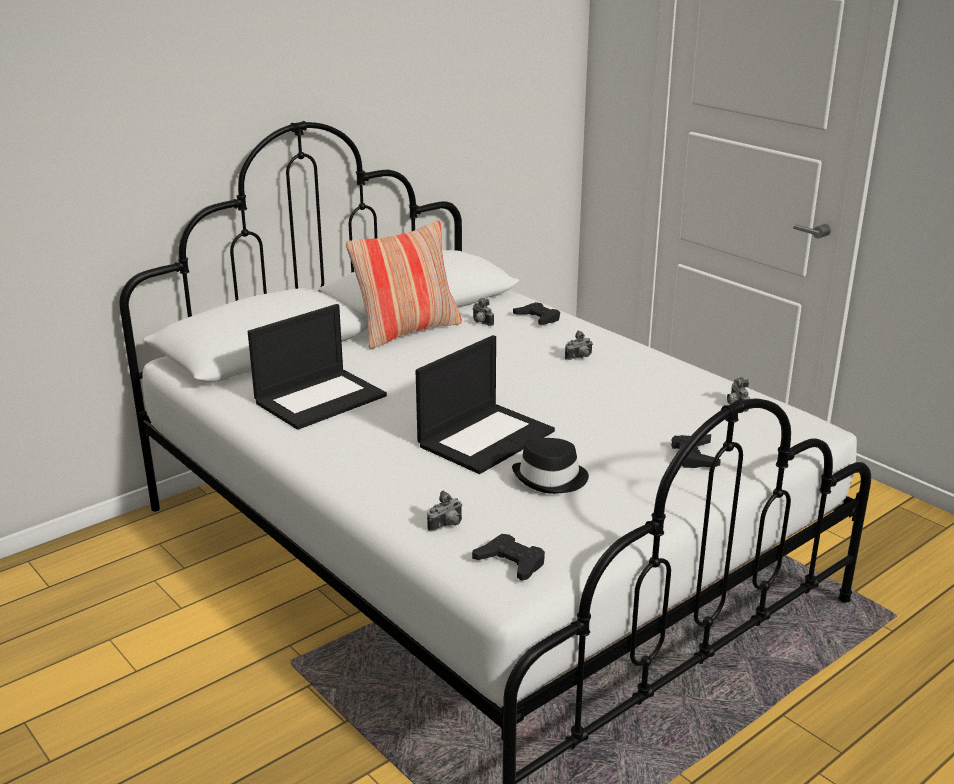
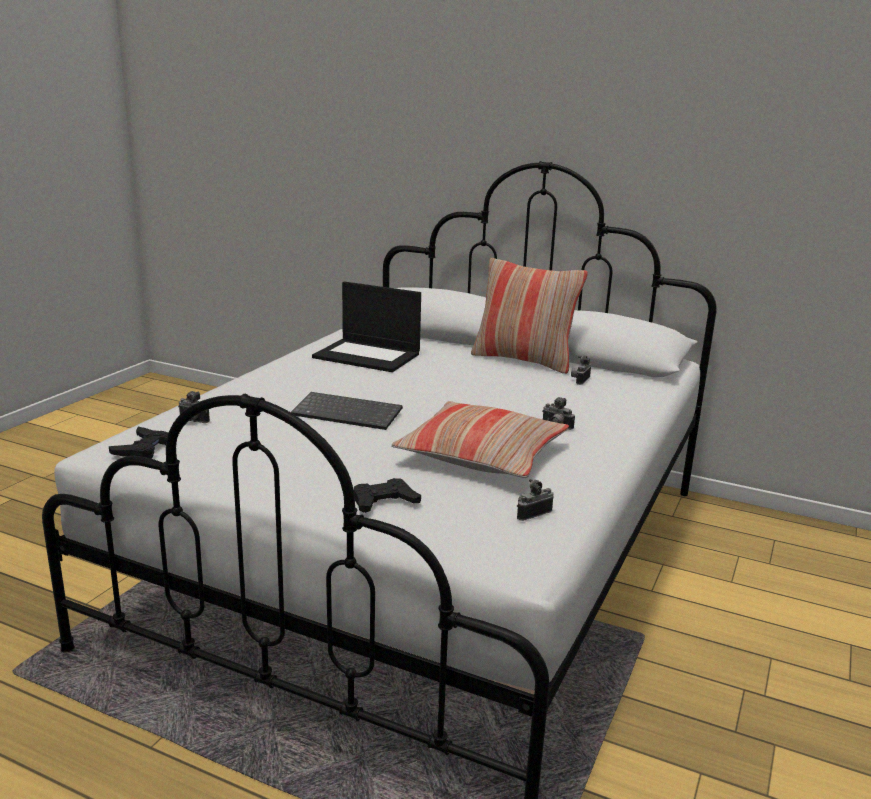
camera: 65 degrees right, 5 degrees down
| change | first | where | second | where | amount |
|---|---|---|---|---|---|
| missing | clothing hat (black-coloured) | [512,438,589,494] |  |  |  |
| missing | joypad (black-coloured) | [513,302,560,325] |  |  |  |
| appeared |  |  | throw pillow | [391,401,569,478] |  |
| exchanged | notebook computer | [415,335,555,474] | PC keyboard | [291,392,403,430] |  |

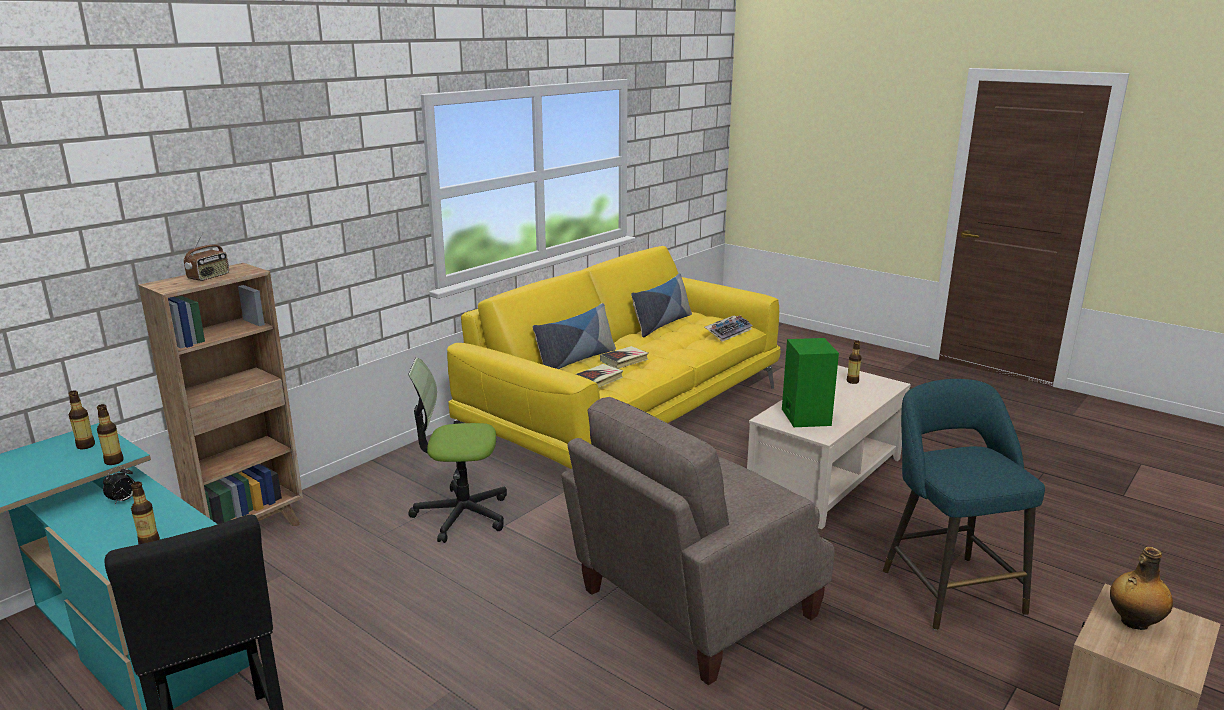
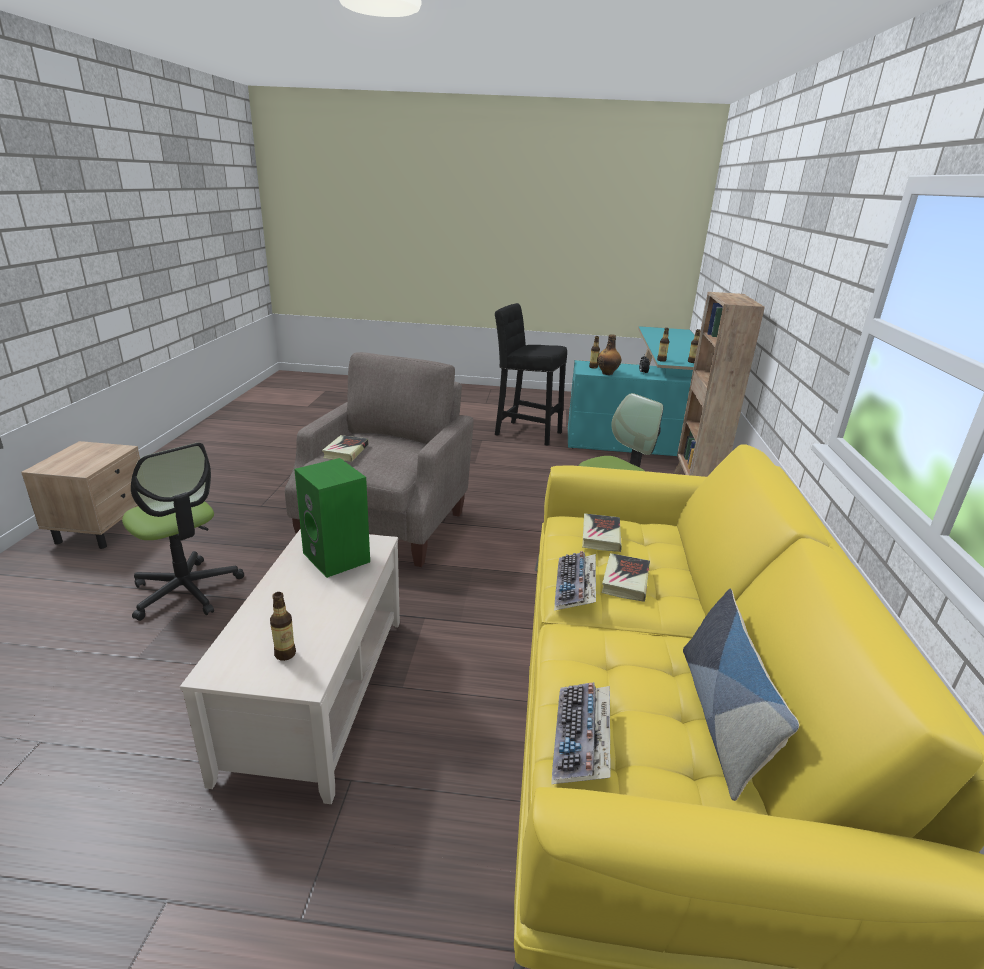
camera: 145 degrees right, 5 degrees up
| change | first | where | second | where | amount |
|---|---|---|---|---|---|
| missing | radio receiver | [184,233,229,281] |  |  |  |
| missing | throw pillow | [533,303,616,369] |  |  |  |
| appeared |  |  | bound book | [322,435,368,462] |  |
| appeared |  |  | PC keyboard | [554,551,596,611] |  |
| relocated | bottle | [1110,547,1173,630] |  | [597,334,621,375] |  |
| exchanged | stool (blue-green) | [883,379,1045,630] | office chair | [122,443,244,621] |  |

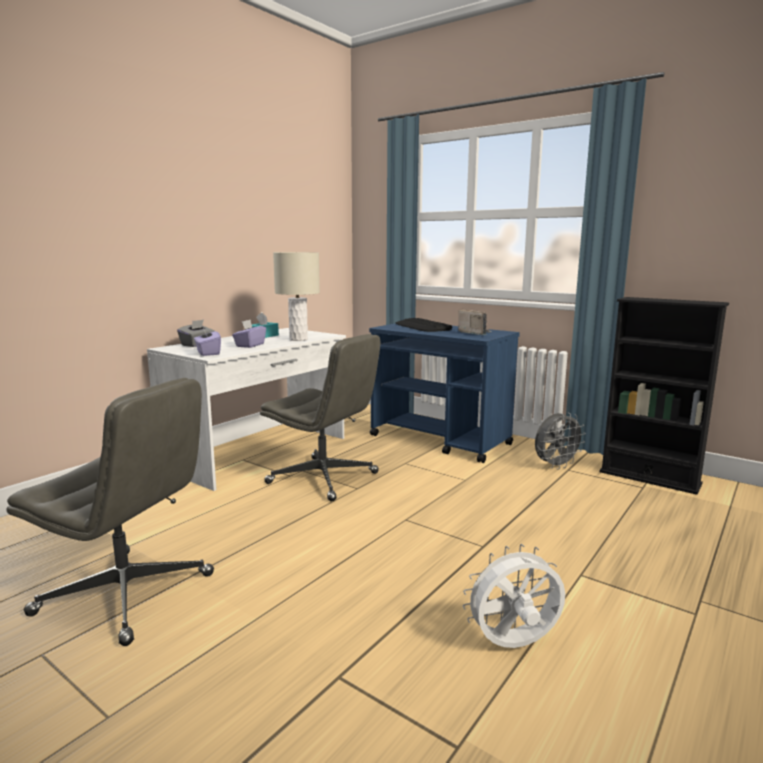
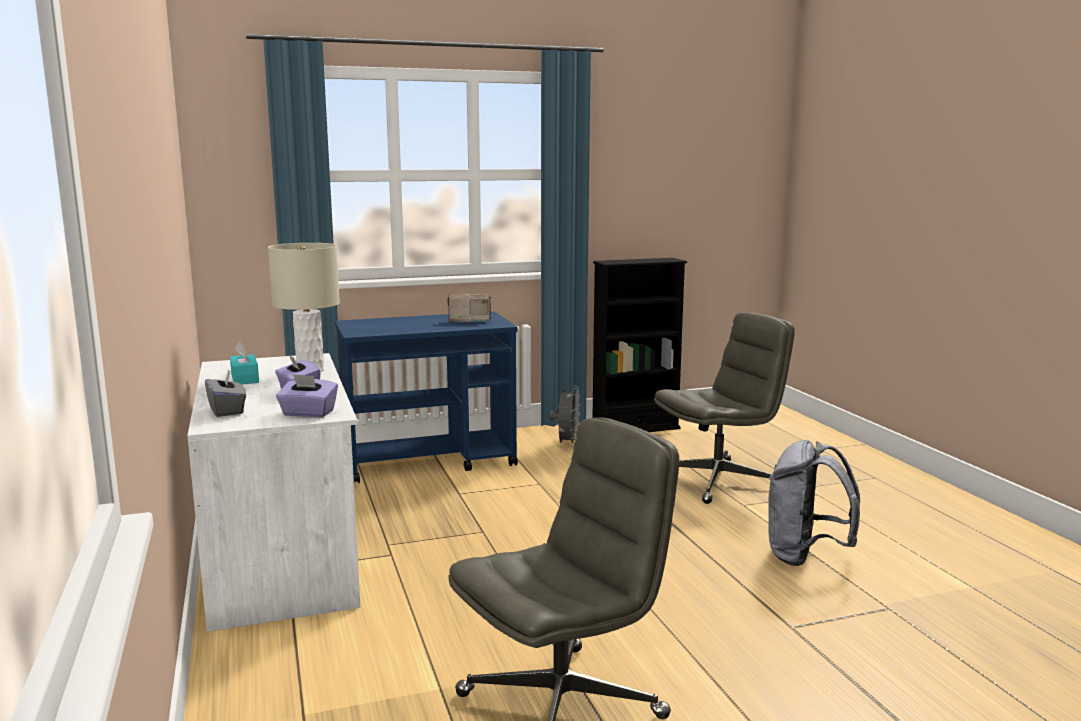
camera: 55 degrees left, 0 degrees up
| change | first | where | second | where | amount |
|---|---|---|---|---|---|
| missing | PC keyboard | [395,318,453,332] |  |  |  |
| relocated | office chair (grey) | [260,334,380,501] |  | [654,312,795,504] |  |
| exchanged | fan (whitish) | [463,544,565,648] | knapsack (grey) | [768,440,860,566] |  |

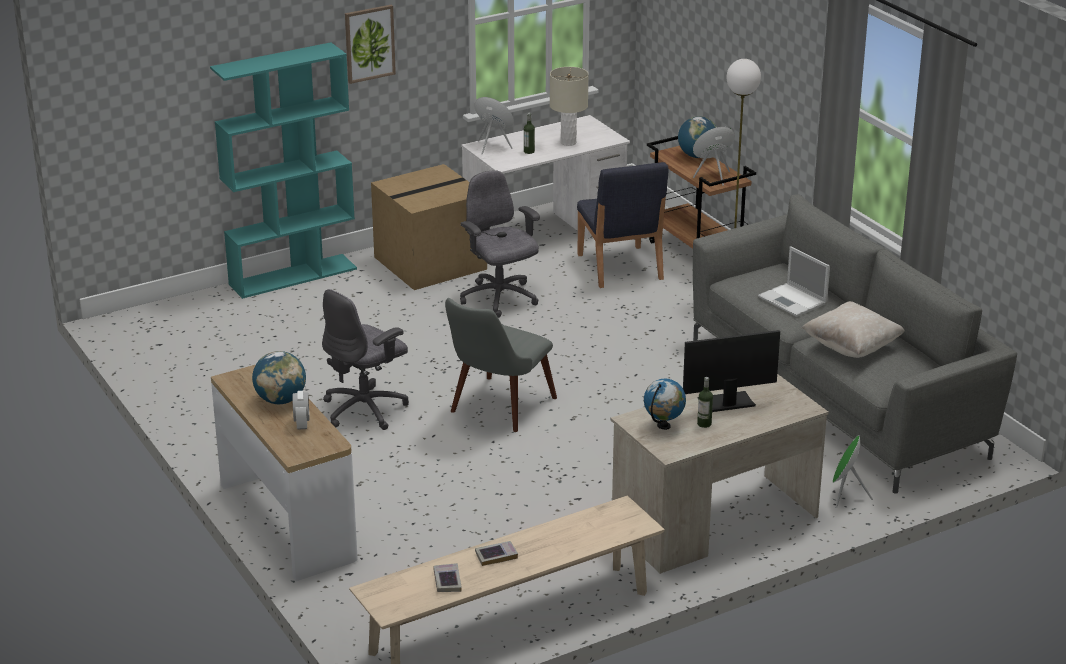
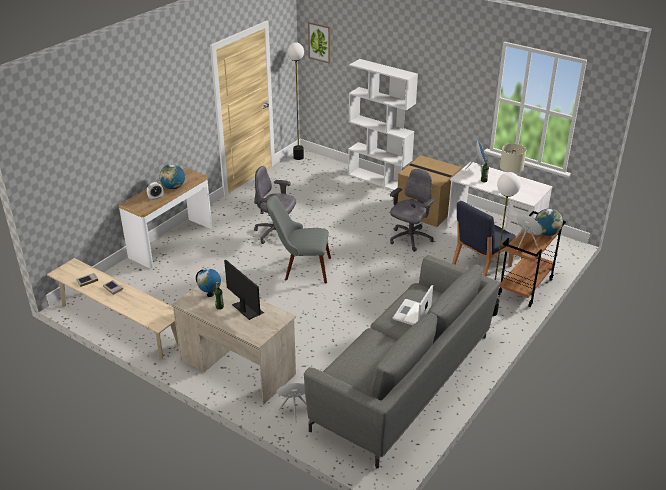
camera: 65 degrees right, 5 degrees up
| change | first | where | second | where | amount |
|---|---|---|---|---|---|
| missing | throw pillow (beige) | [801,301,905,358] |  |  |  |
| appeared |  |  | standard lamp | [287,42,304,160] |  |
| relocated | wall picture | [345,5,396,84] |  | [308,22,331,64] |  |
| colour | shelving unit (blue-green) | [210,42,357,299] | shelving unit (whitish) | [348,59,418,190] |  |

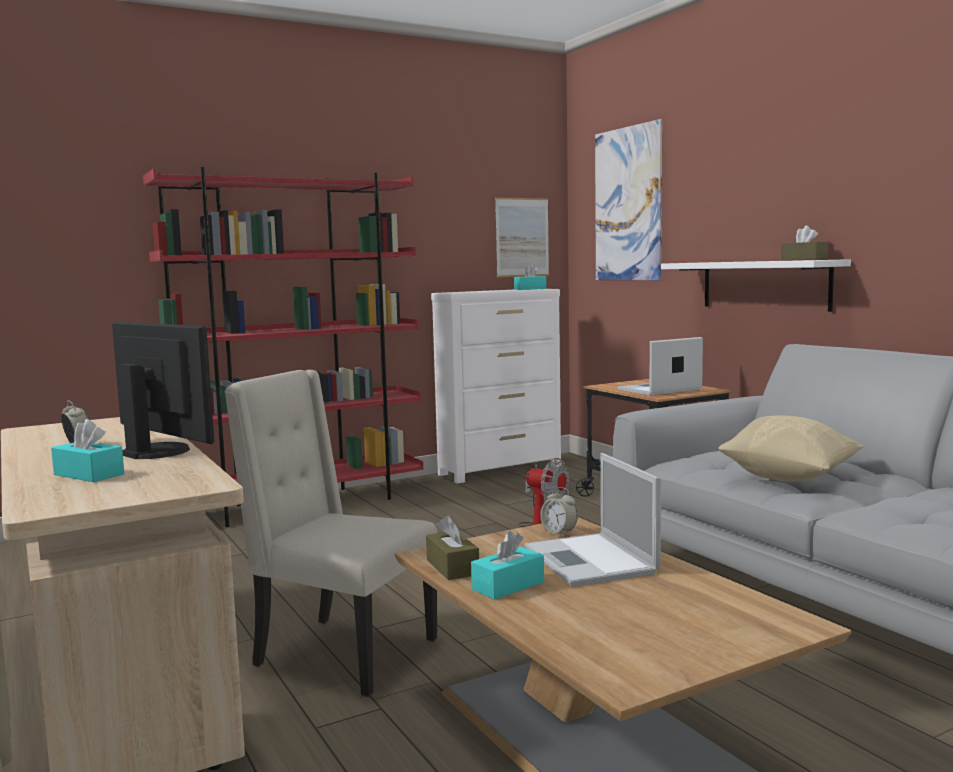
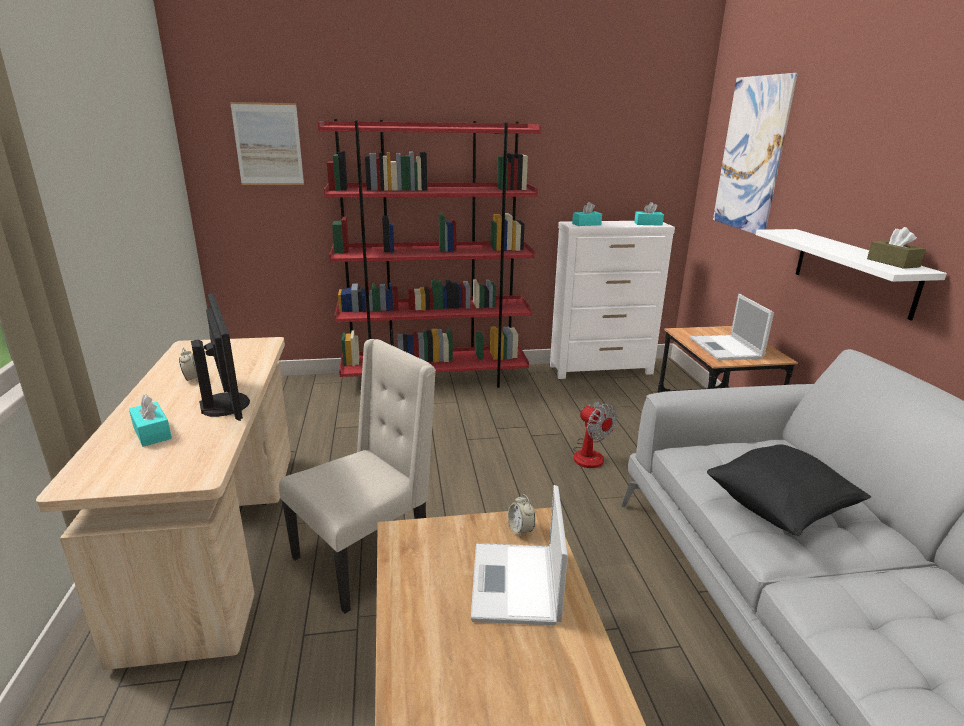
camera: 20 degrees right, 15 degrees up
| change | first | where | second | where | amount |
|---|---|---|---|---|---|
| missing | tissue holder (brown) | [426,516,479,580] |  |  |  |
| relocated | tissue holder (blue-green) | [471,531,544,600] |  | [572,202,602,226] |  |
| relocated | wall picture | [495,197,549,277] |  | [230,102,304,185] |  |
| colour | throw pillow (beige) | [718,415,864,481] | throw pillow (black-coloured) | [707,445,871,536] |  |
| spun | plain chair (beige) | [225,370,437,697] |  | [279,339,436,614] | 90 degrees clockwise |
| spun | notebook computer | [618,337,703,396] |  | [690,294,774,361] | 90 degrees counterclockwise |

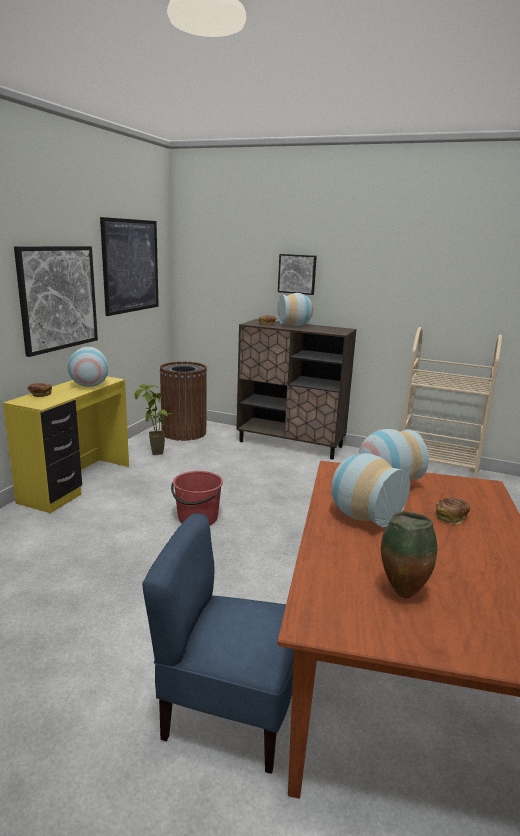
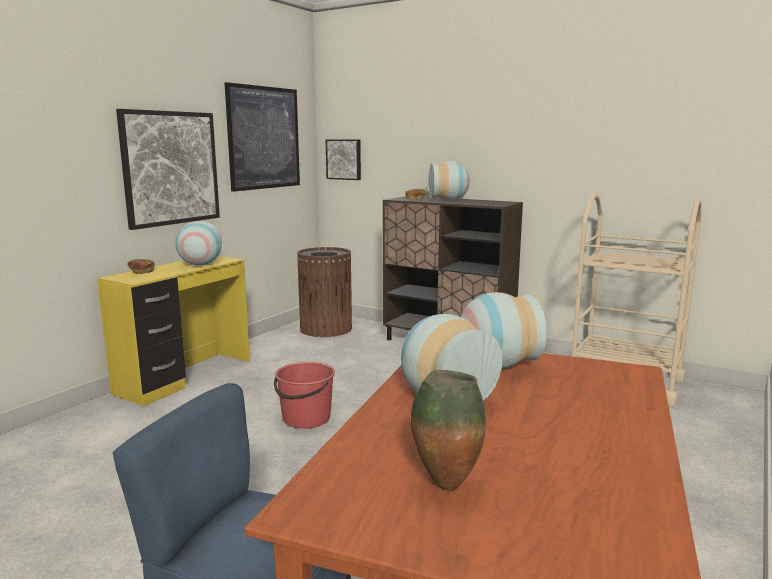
camera: 10 degrees right, 5 degrees down
| change | first | where | second | where | amount |
|---|---|---|---|---|---|
| missing | potted plant | [135,384,171,455] |  |  |  |
| missing | baked bread | [436,497,470,524] |  |  |  |
| relocated | wall picture | [278,254,317,295] |  | [326,139,361,180] |  |

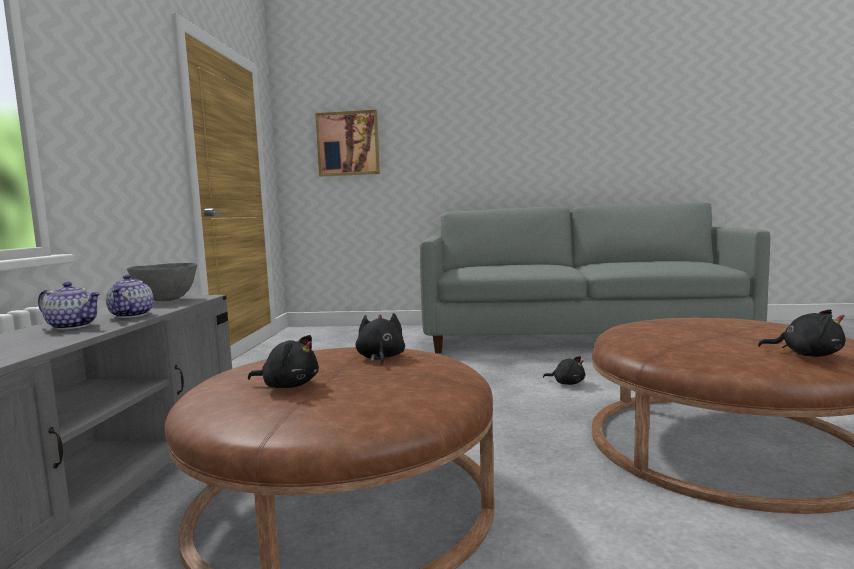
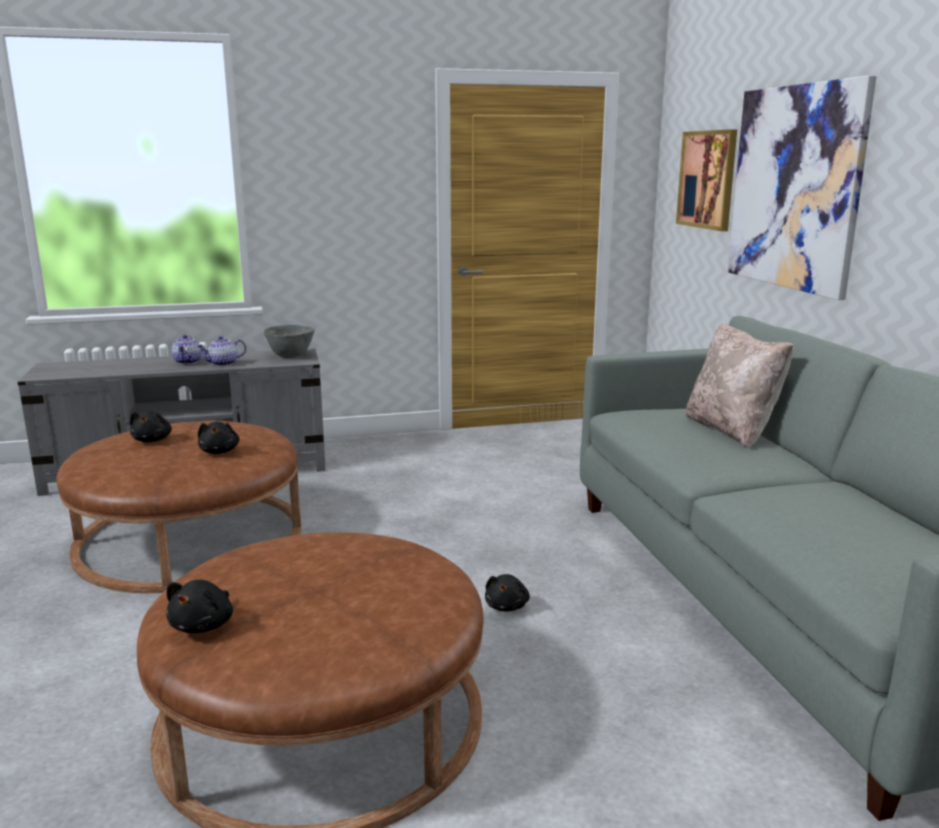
camera: 70 degrees right, 10 degrees up
| change | first | where | second | where | amount |
|---|---|---|---|---|---|
| appeared |  |  | throw pillow (beige) | [685,323,794,449] |  |
| appeared |  |  | wall picture | [727,75,876,300] |  |
| spun | plush toy (black-coloured) | [356,313,405,365] |  | [198,422,239,454] | 105 degrees clockwise |

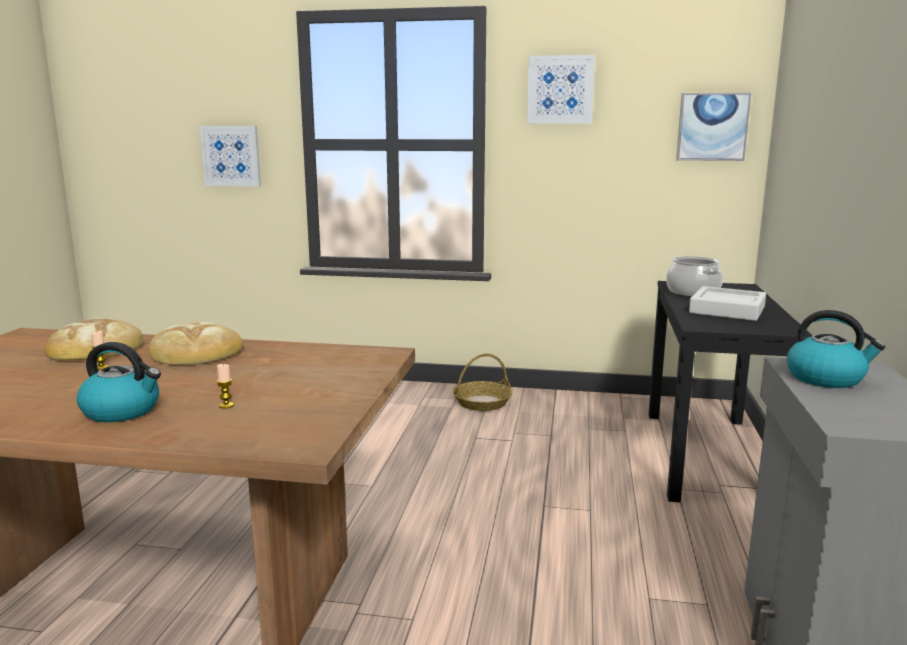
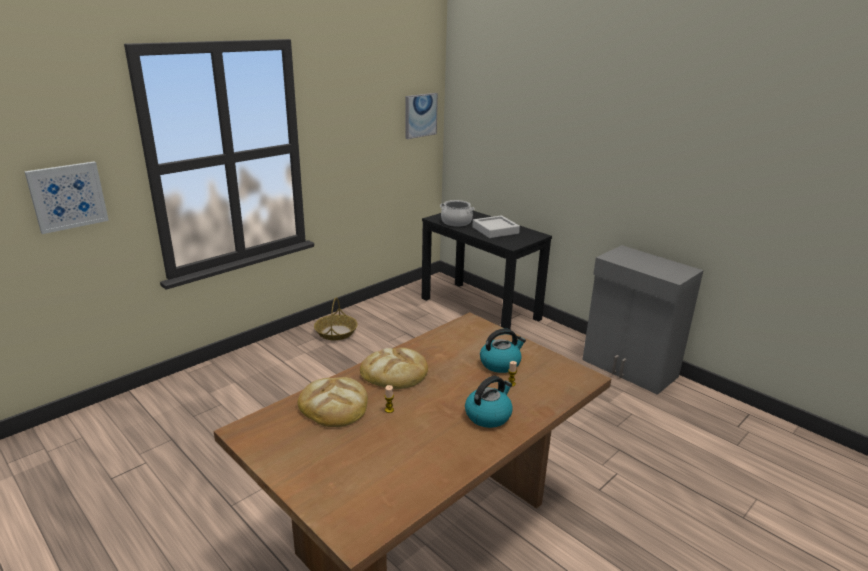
camera: 55 degrees left, 10 degrees up
| change | first | where | second | where | amount |
|---|---|---|---|---|---|
| missing | wall picture | [527,55,595,124] |  |  |  |
| relocated | tea kettle | [787,310,885,388] |  | [480,328,526,373] |  |

